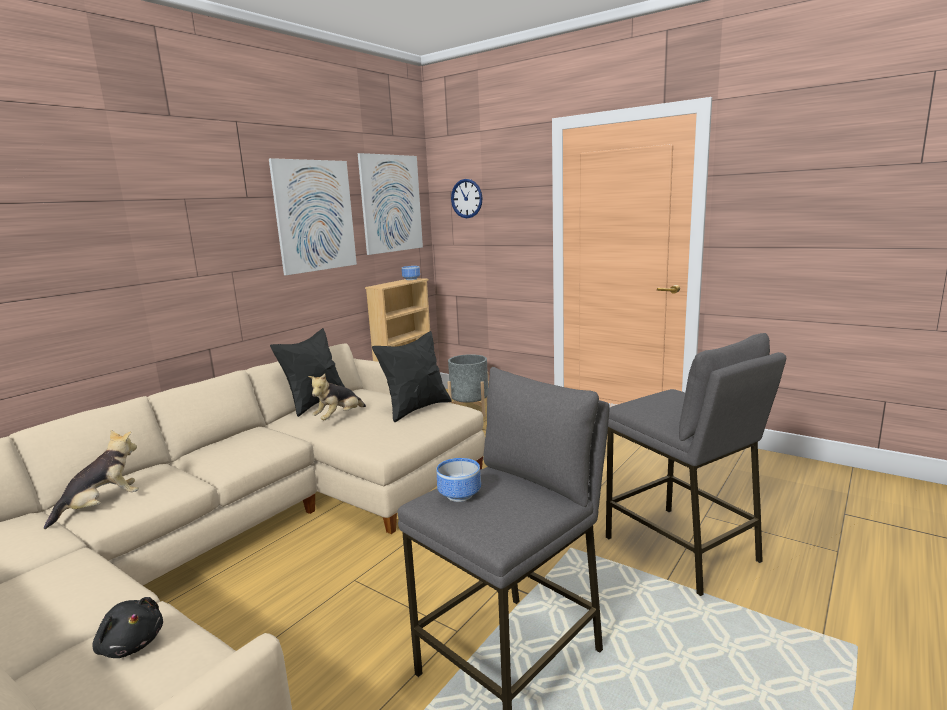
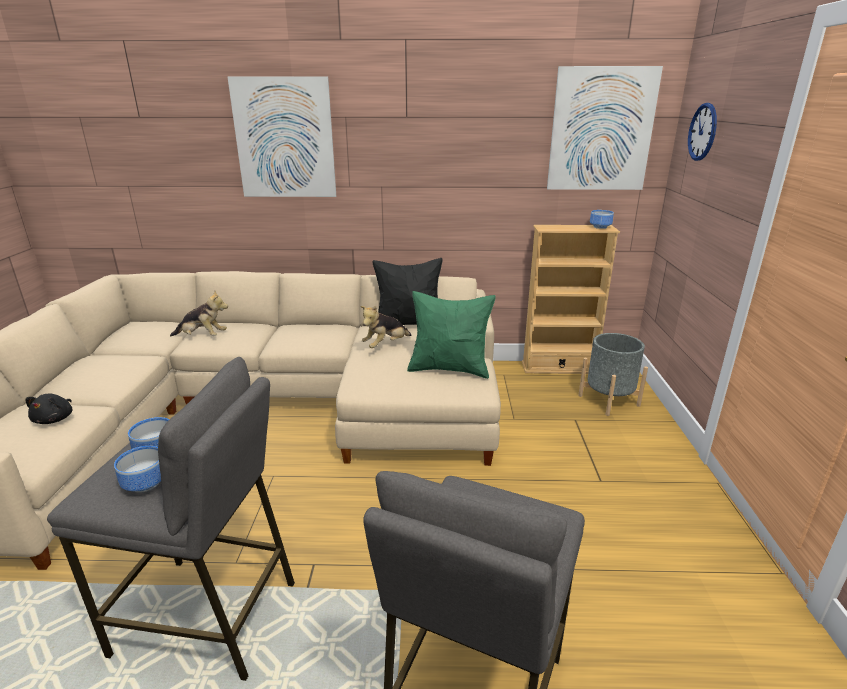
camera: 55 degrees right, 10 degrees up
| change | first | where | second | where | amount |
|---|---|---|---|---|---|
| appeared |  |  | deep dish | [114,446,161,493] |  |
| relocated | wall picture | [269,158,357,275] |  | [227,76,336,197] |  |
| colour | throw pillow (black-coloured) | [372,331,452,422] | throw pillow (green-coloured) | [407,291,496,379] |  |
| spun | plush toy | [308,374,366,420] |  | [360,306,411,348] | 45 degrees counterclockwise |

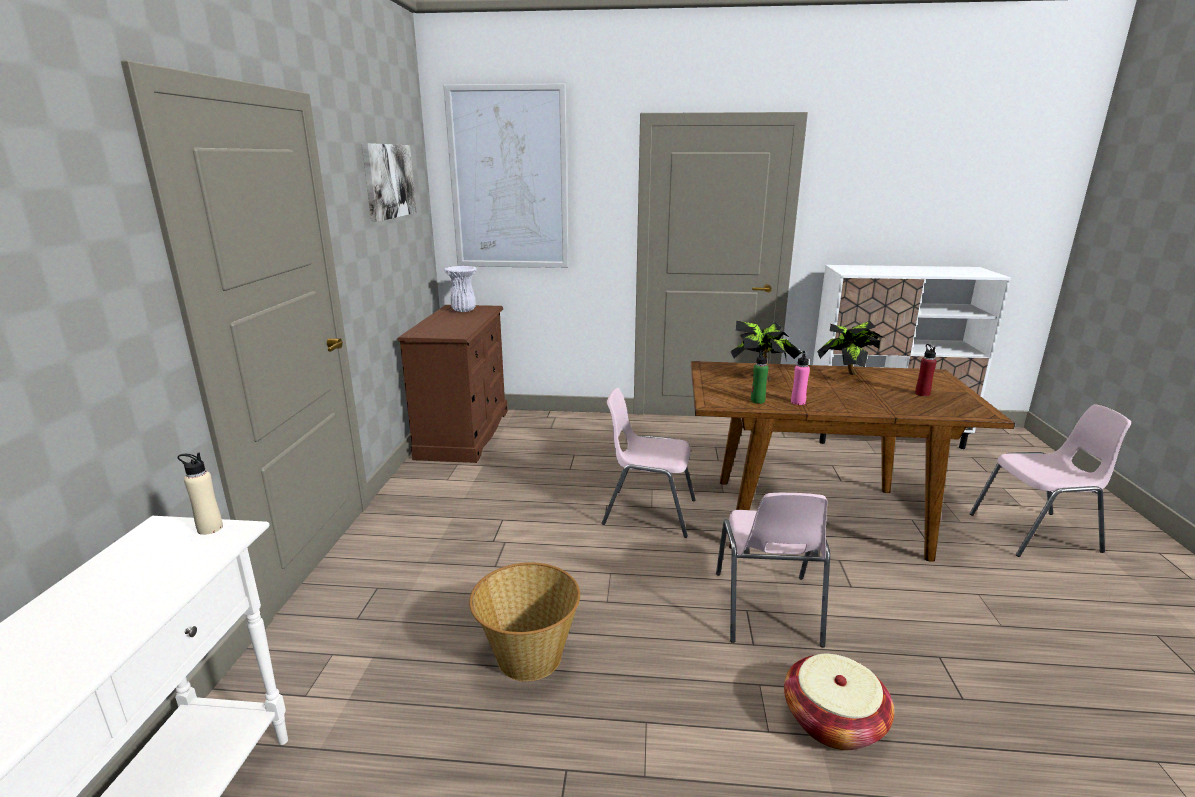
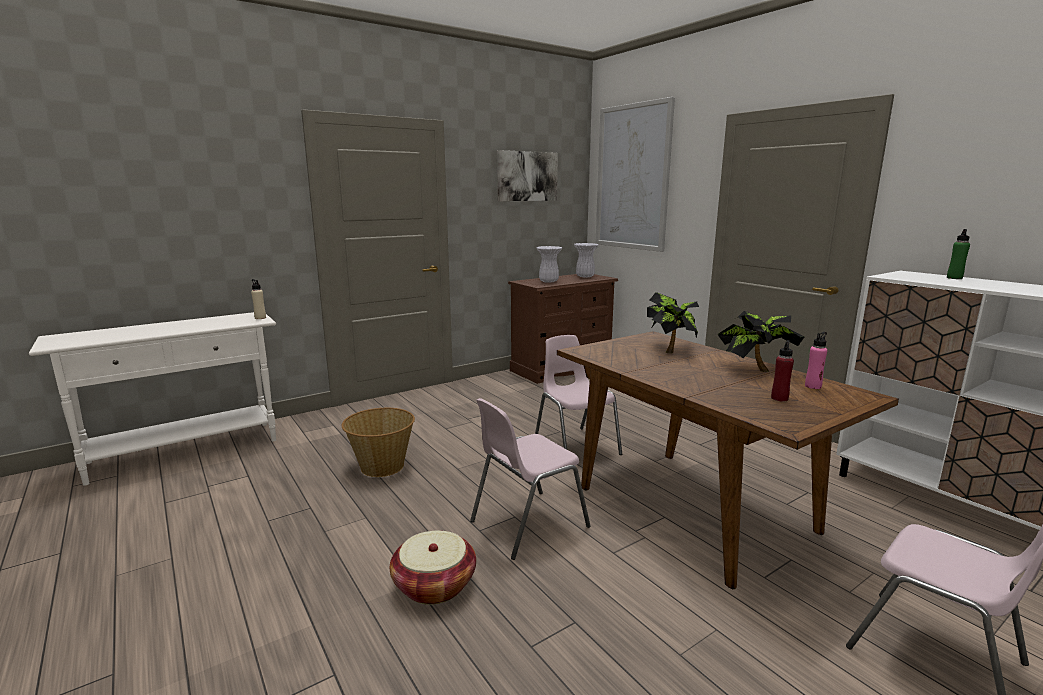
camera: 50 degrees right, 5 degrees down
| change | first | where | second | where | amount |
|---|---|---|---|---|---|
| appeared |  |  | vase (whitish) | [536,246,562,282] |  |
| relocated | bottle (green-coloured) | [751,350,768,404] |  | [947,229,970,279] |  |
| relocated | bottle (pink-coloured) | [791,351,810,405] |  | [805,332,827,389] |  |

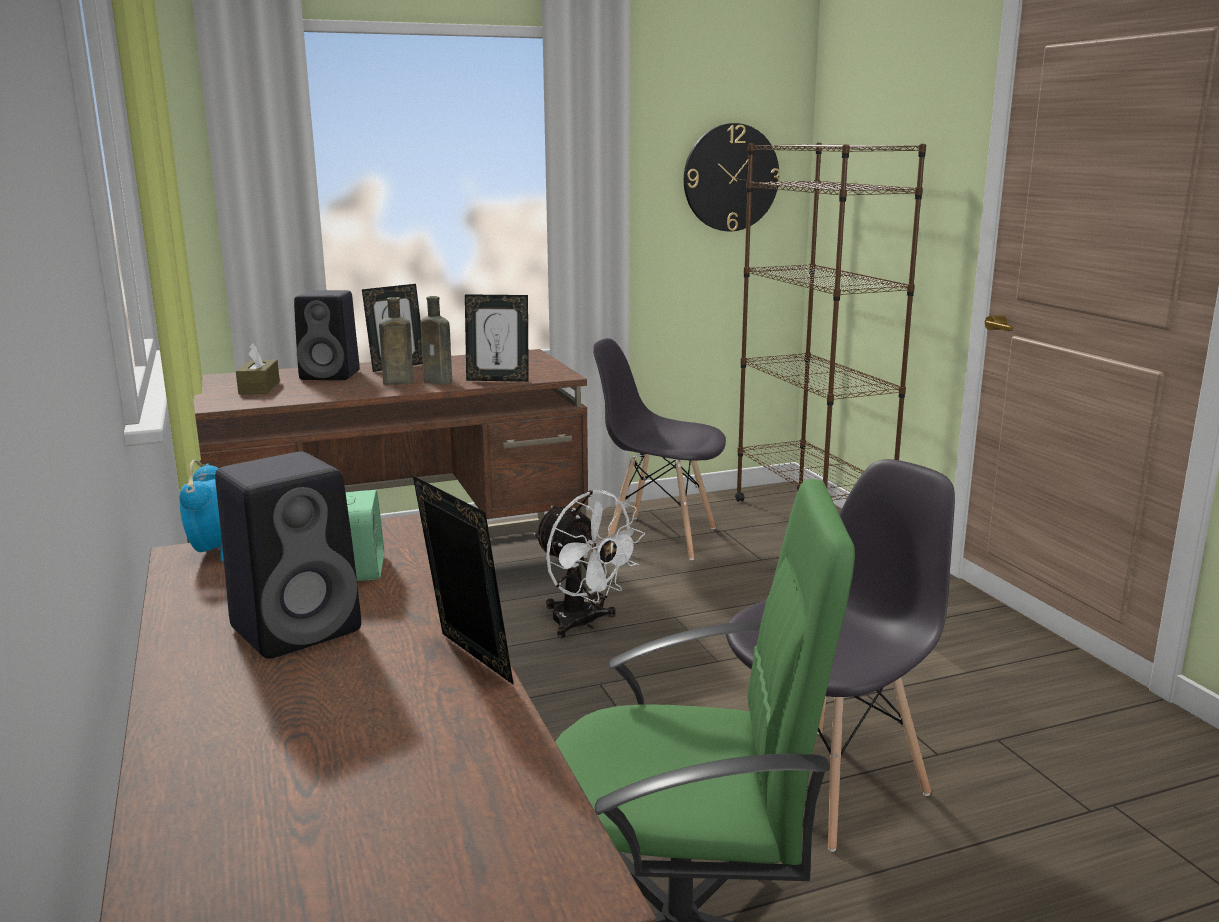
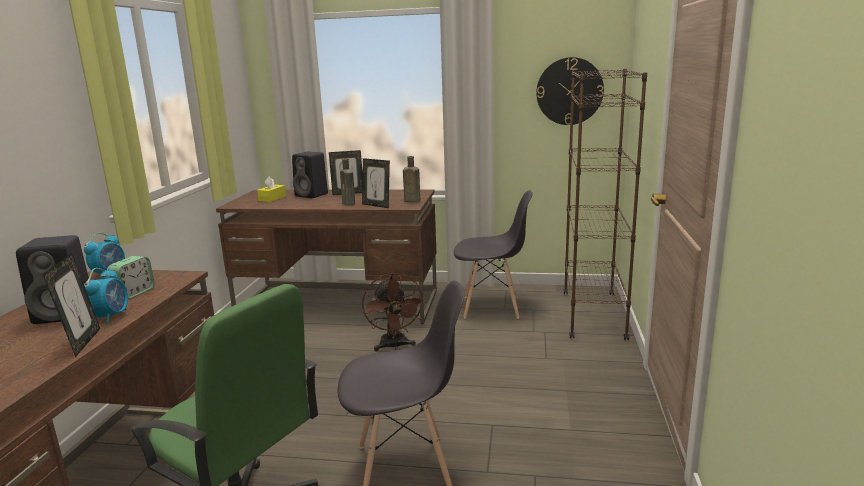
camera: 30 degrees right, 0 degrees up
| change | first | where | second | where | amount |
|---|---|---|---|---|---|
| appeared |  |  | alarm clock | [84,268,128,324] |  |
| relocated | bottle (brown) | [379,297,414,385] |  | [403,156,420,202] |  |
| colour | tissue holder (brown) | [236,343,280,394] | tissue holder (yellow-coloured) | [257,177,286,202] |  |
| colour | fan (whitish) | [534,490,645,638] | fan (brown) | [362,273,425,351] |  |
| spun | plain chair (grey) | [593,338,726,560] |  | [454,190,533,319] | 135 degrees clockwise |

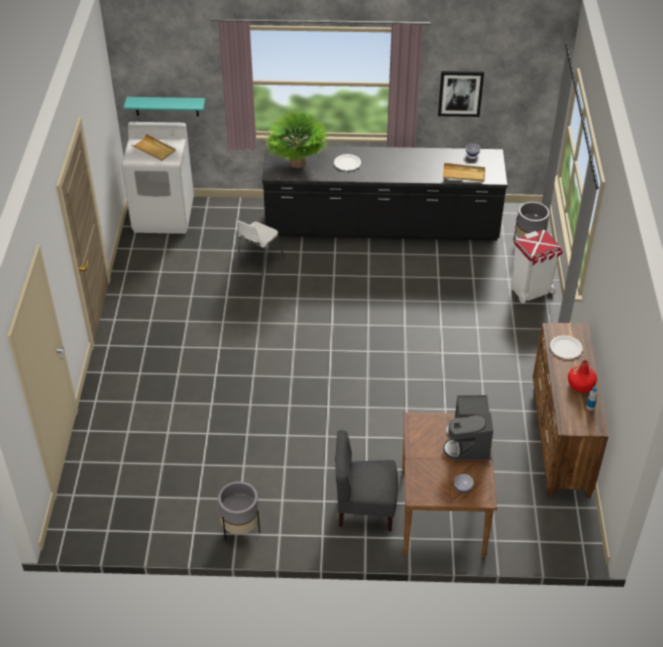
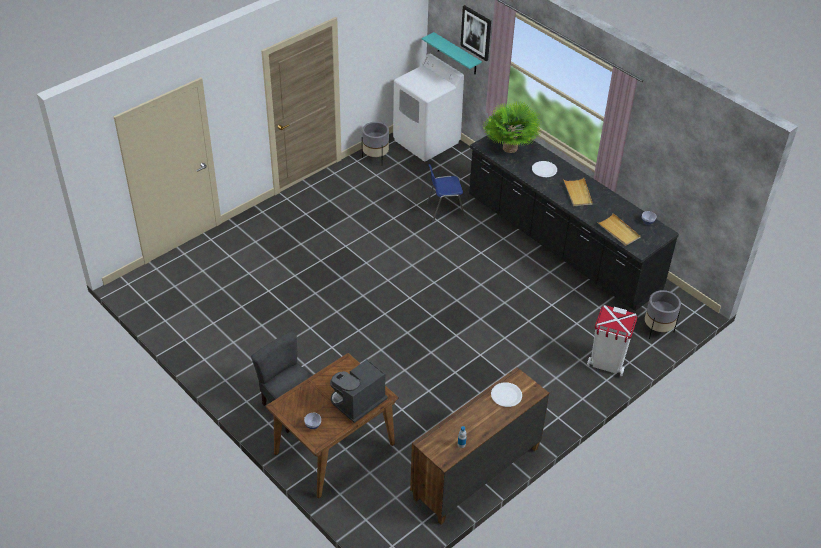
camera: 45 degrees right, 0 degrees up
| change | first | where | second | where | amount |
|---|---|---|---|---|---|
| missing | bottle (red) | [568,360,597,393] |  |  |  |
| relocated | serving tray (beige) | [131,134,176,161] |  | [563,178,593,206] |  |
| relocated | planter (grey) | [218,481,260,541] |  | [362,122,389,158] |  |
| relocated | wall picture | [438,71,484,117] |  | [460,5,491,61] |  |
| colour | plain chair (whitish) | [237,221,284,277] | plain chair (bluish) | [427,164,465,222] |  |

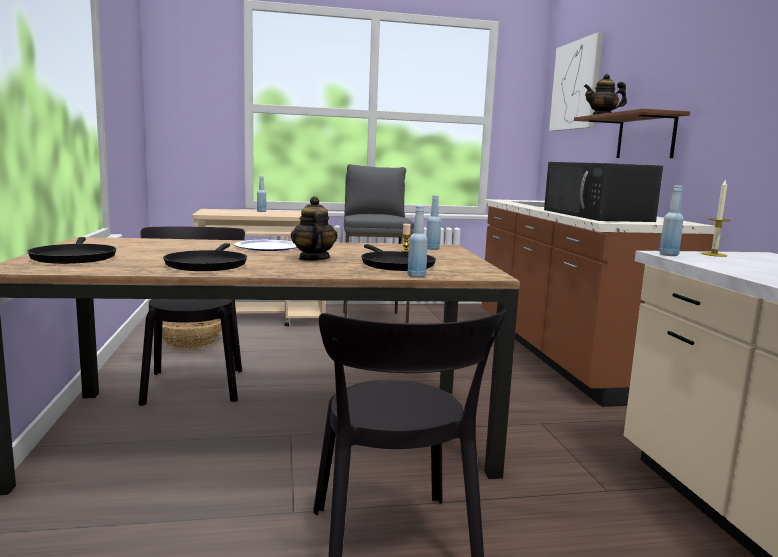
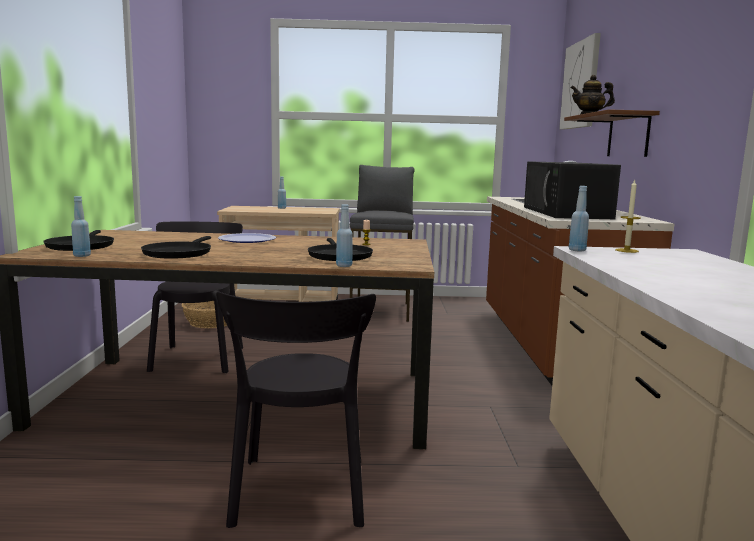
camera: 10 degrees right, 0 degrees up
| change | first | where | second | where | amount |
|---|---|---|---|---|---|
| missing | pot for tea | [291,196,338,261] |  |  |  |
| relocated | bottle (bluish) | [426,195,441,250] |  | [71,196,91,257] |  |

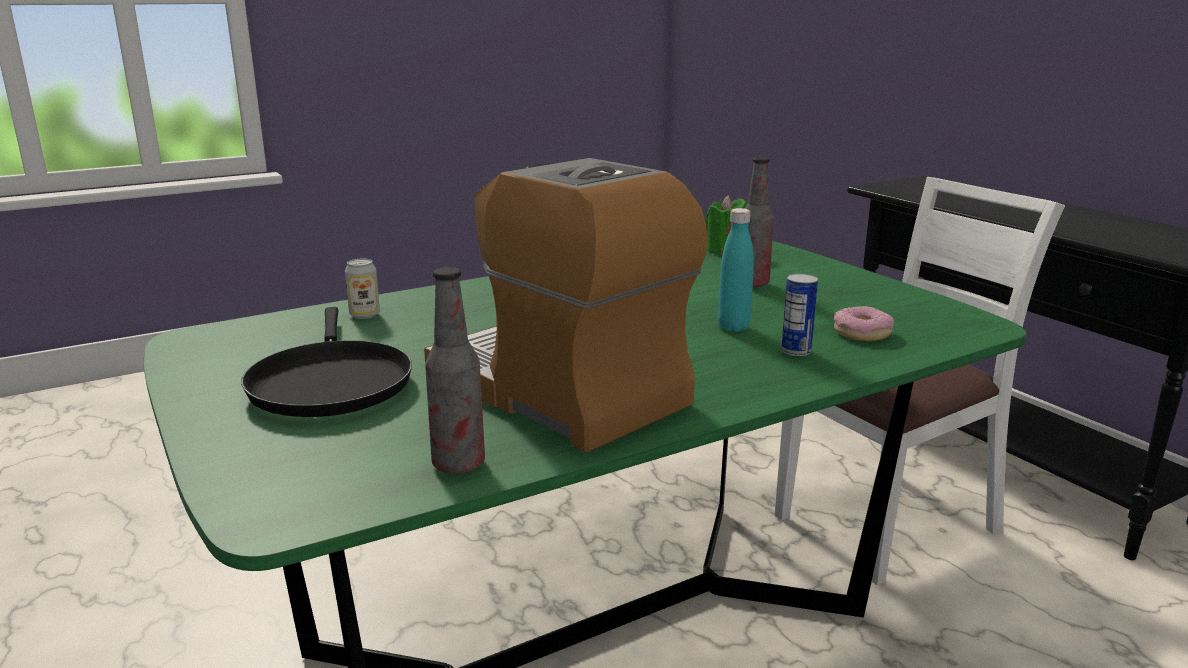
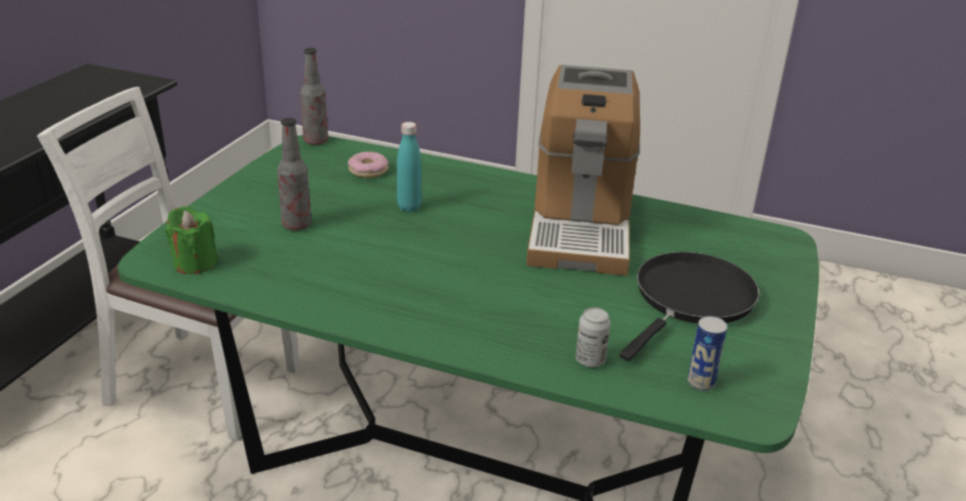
camera: 130 degrees left, 10 degrees up
| change | first | where | second | where | amount |
|---|---|---|---|---|---|
| relocated | bottle | [425,267,485,474] |  | [300,48,328,145] |  |
| relocated | can | [781,273,818,356] |  | [687,316,728,391] |  |

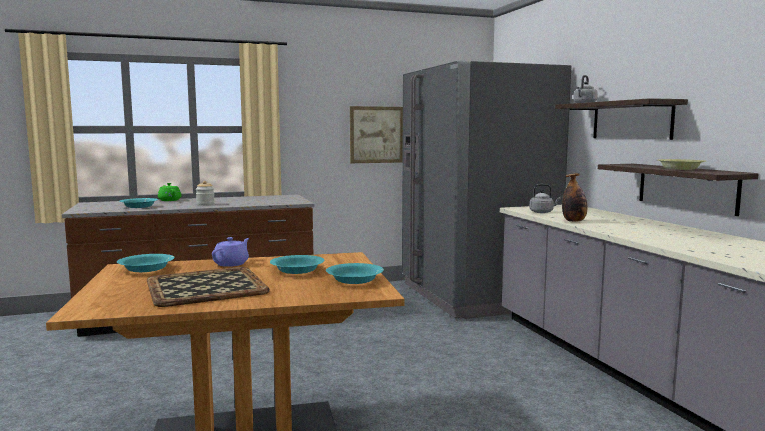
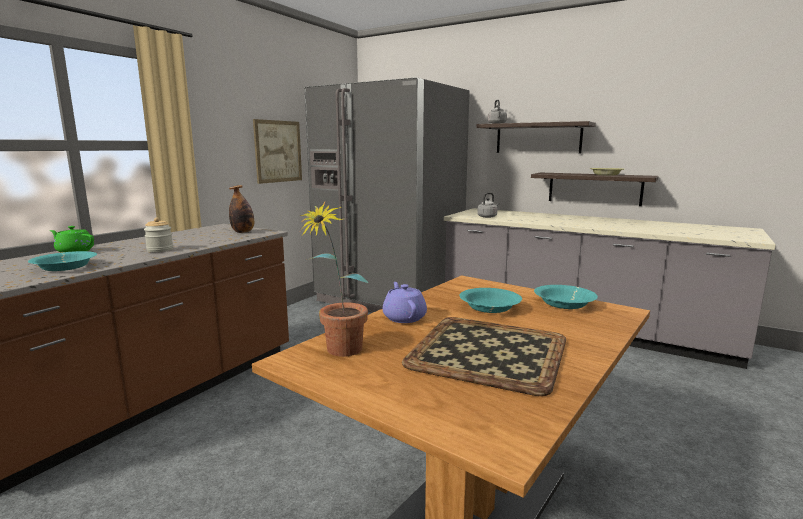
camera: 40 degrees left, 5 degrees up
| change | first | where | second | where | amount |
|---|---|---|---|---|---|
| relocated | bottle | [562,173,587,222] |  | [229,185,254,233] |  |
| exchanged | deep dish (blue-green) | [117,254,175,272] | potted plant | [300,201,368,357] |  |

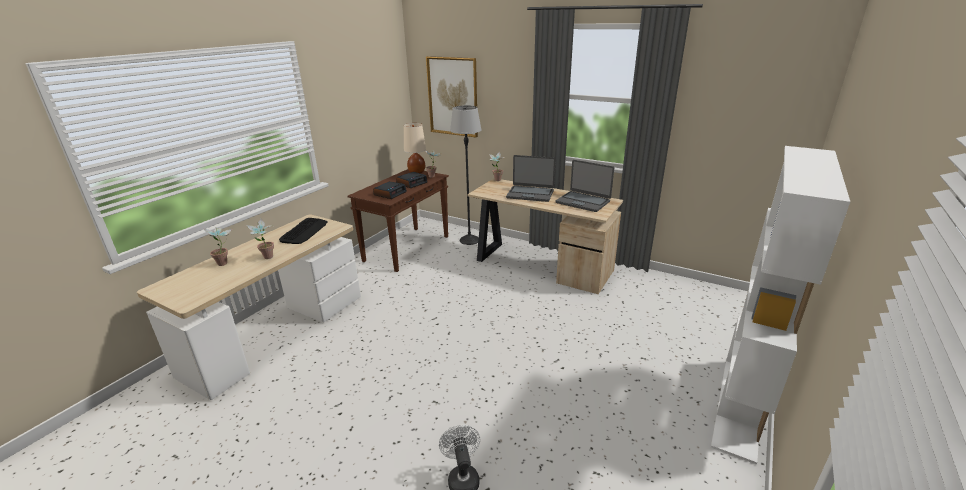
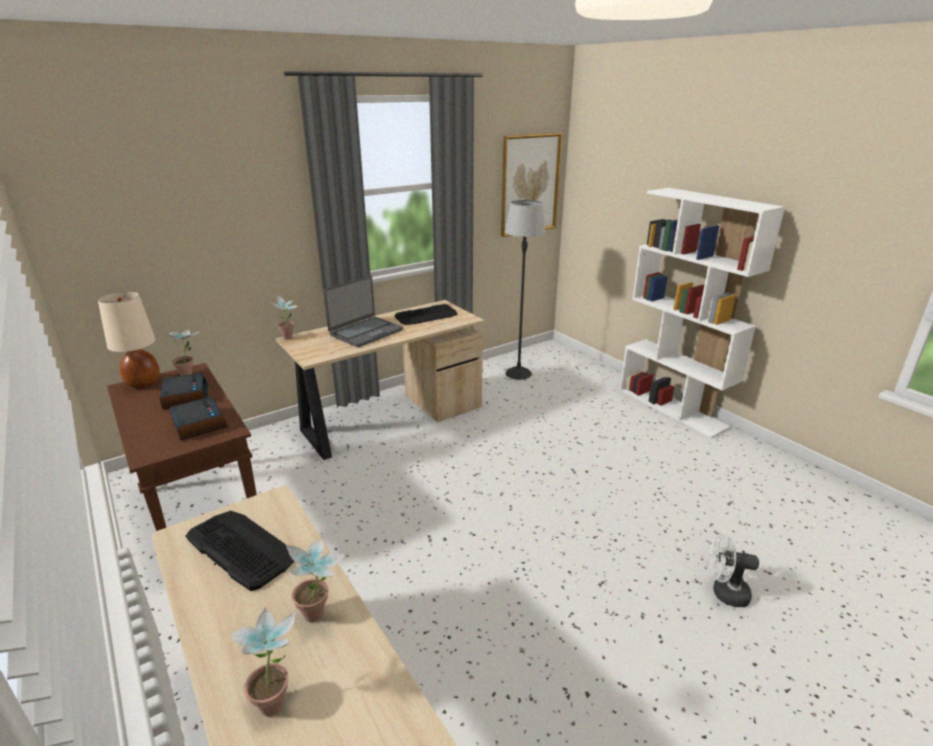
camera: 65 degrees left, 0 degrees up
| change | first | where | second | where | amount |
|---|---|---|---|---|---|
| relocated | wall picture | [426,56,478,137] |  | [501,133,562,237] |  |
| relocated | standard lamp | [450,105,481,245] |  | [505,200,546,380] |  |
| exchanged | notebook computer | [555,160,614,212] | PC keyboard | [395,304,457,325] |  |

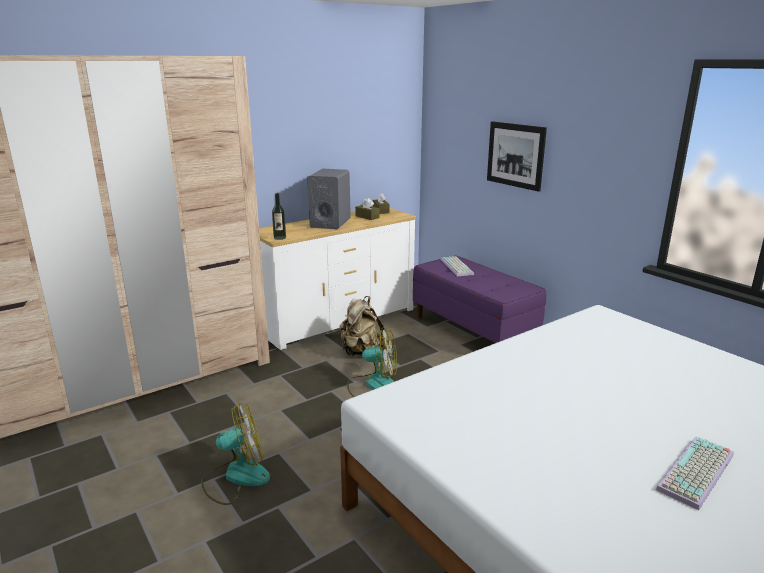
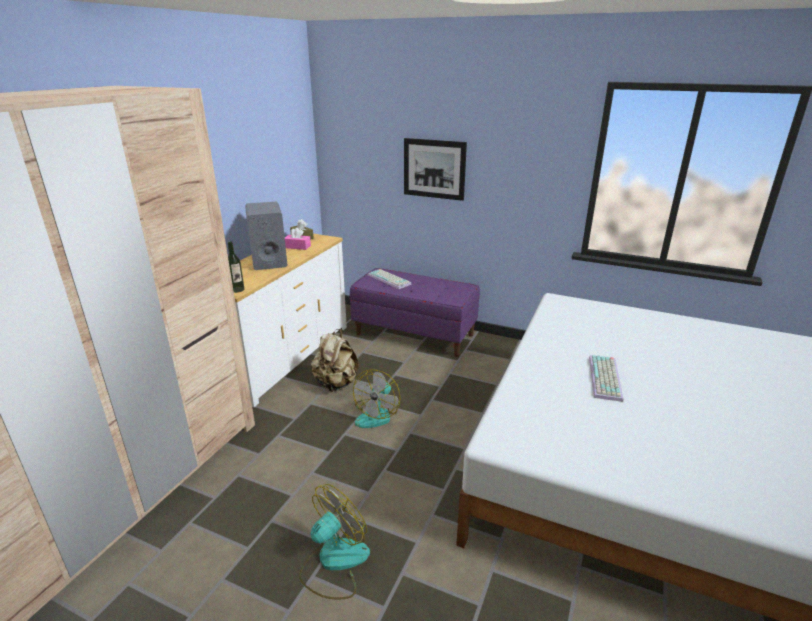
camera: 30 degrees left, 5 degrees up
| change | first | where | second | where | amount |
|---|---|---|---|---|---|
| relocated | PC keyboard | [656,436,734,510] |  | [589,355,623,402] |  |
| colour | tissue holder (brown) | [355,198,380,220] | tissue holder (pink-coloured) | [285,227,311,250] |  |
| spun | fan | [348,327,397,397] |  | [353,370,400,428] | 135 degrees clockwise |

